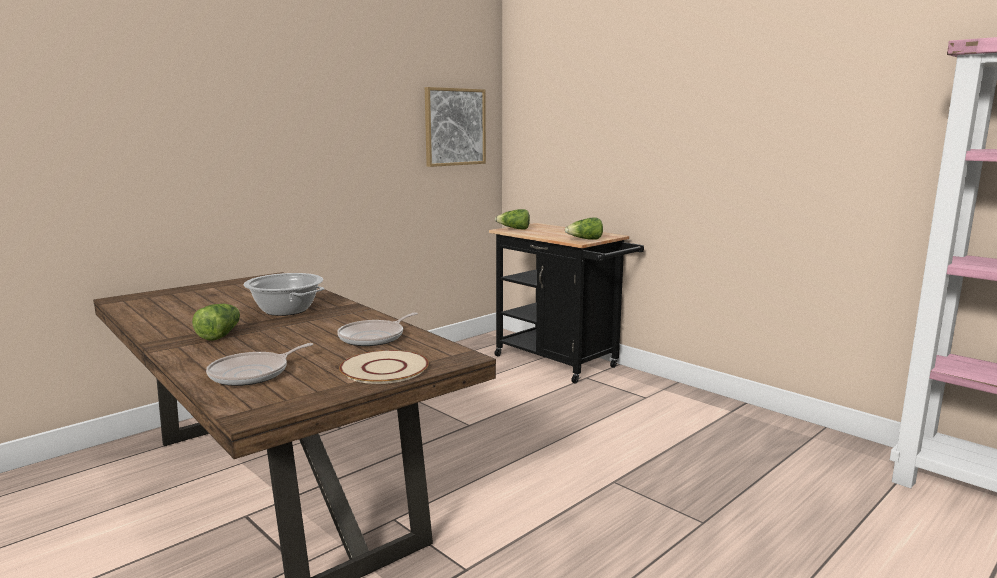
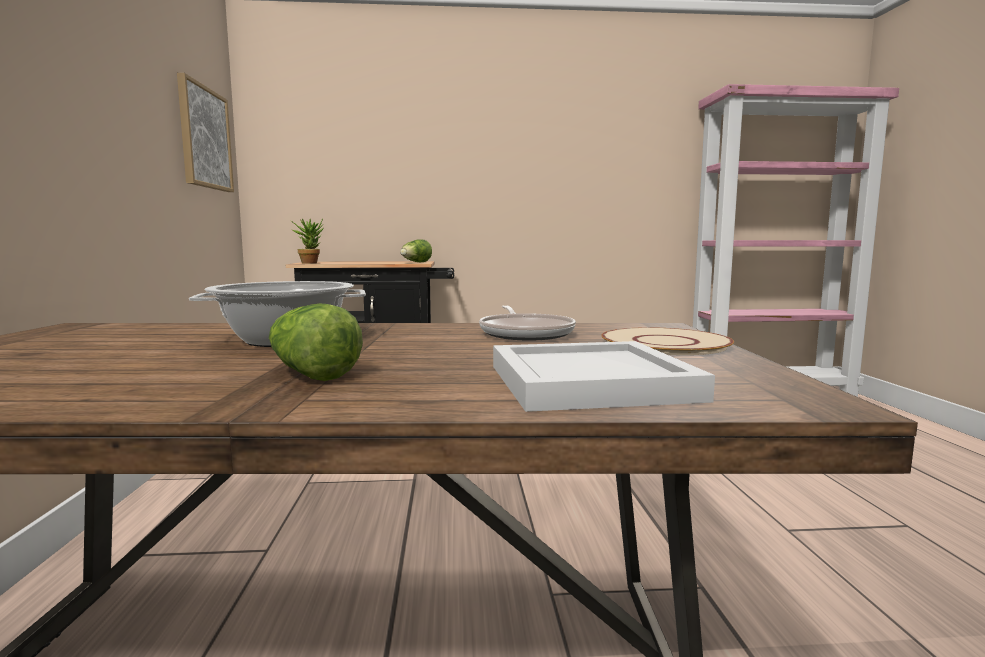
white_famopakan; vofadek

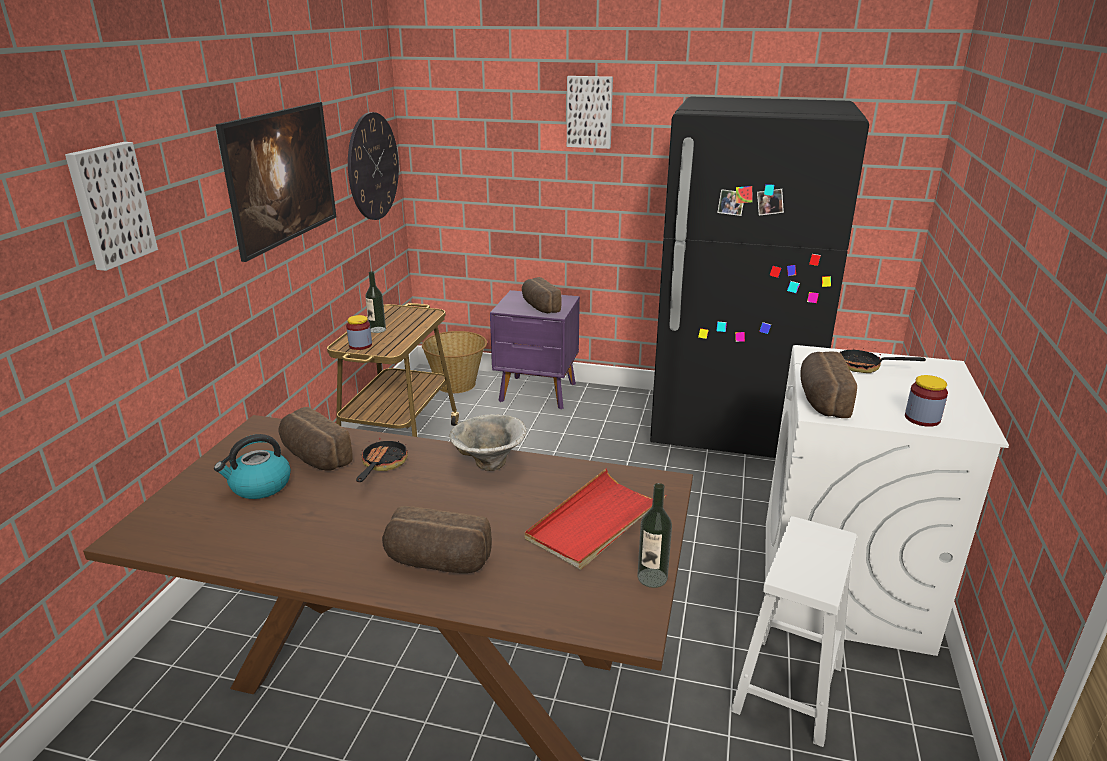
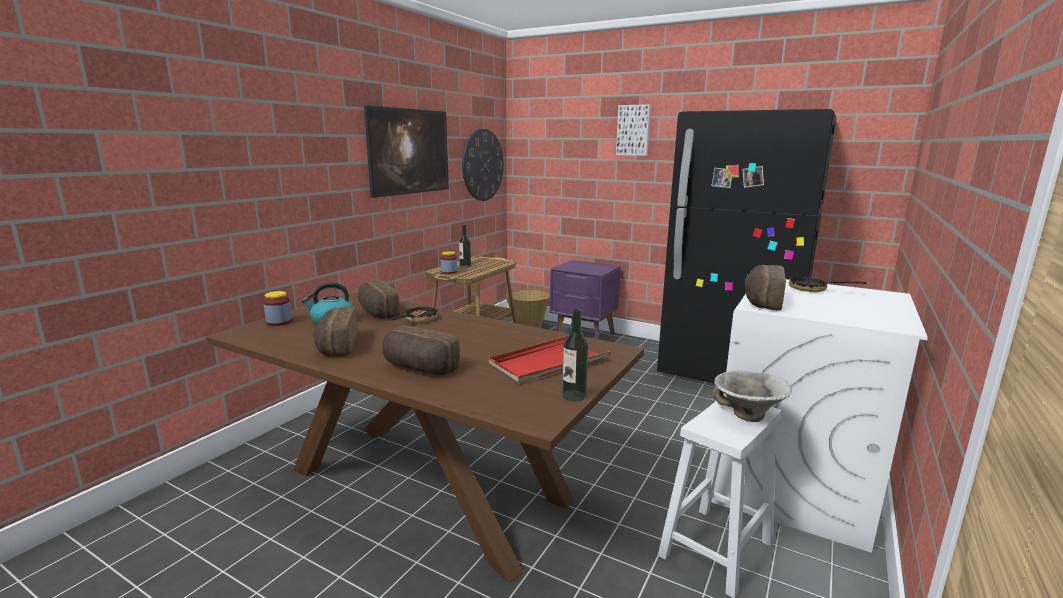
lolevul (no. 1 from left in the first image); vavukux; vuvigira (no. 1 from left); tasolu (no. 1 from left)

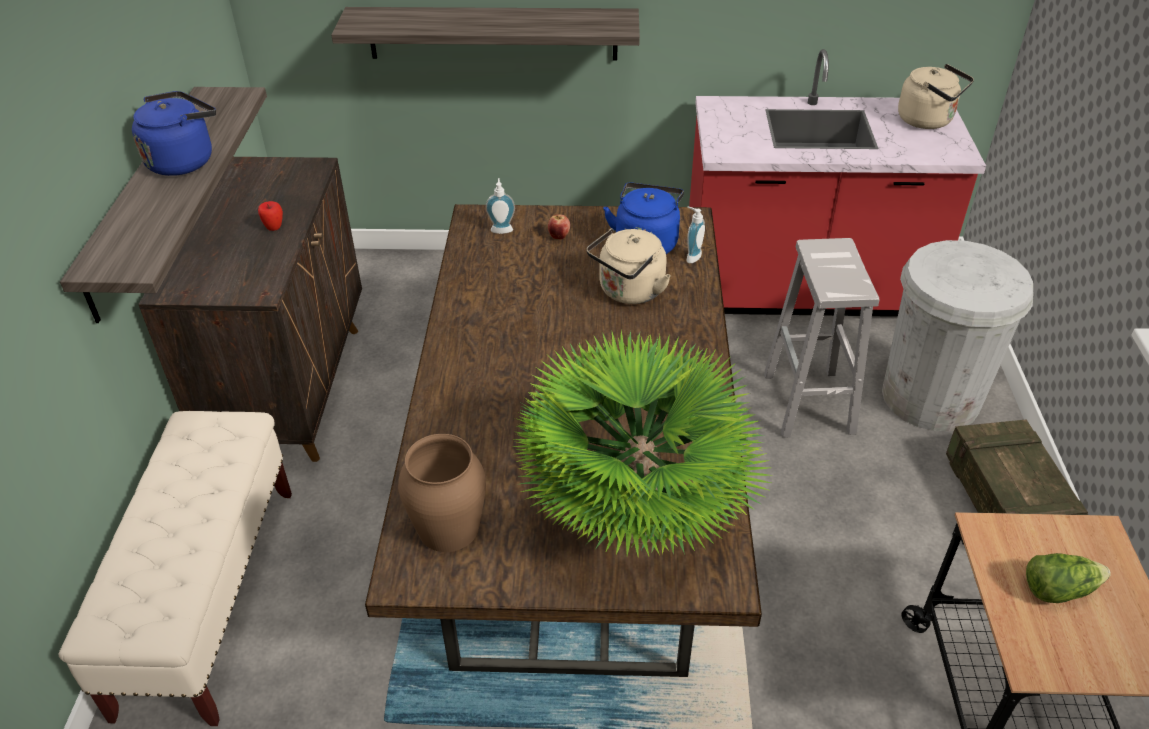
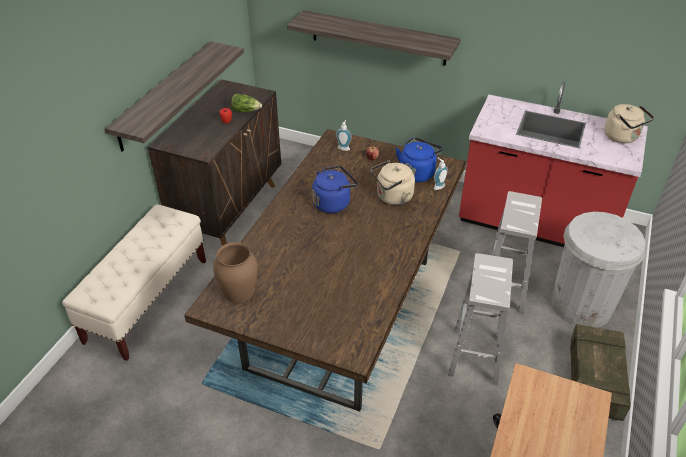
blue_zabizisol (no. 1 from left); vofadek; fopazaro; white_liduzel (no. 1 from left)

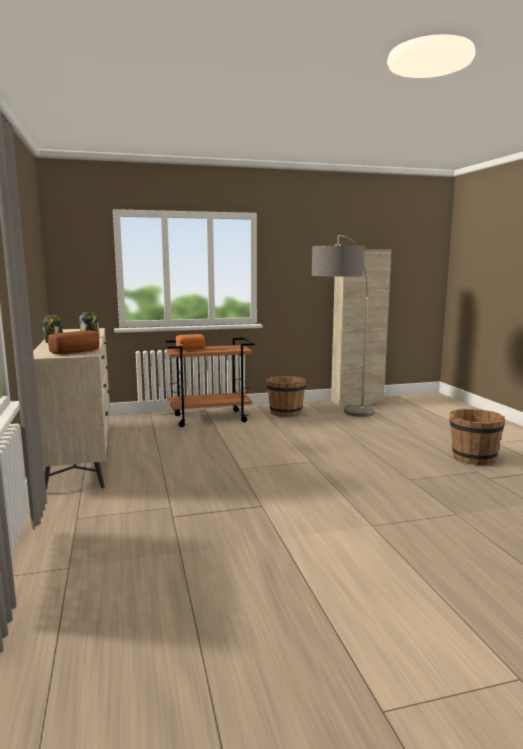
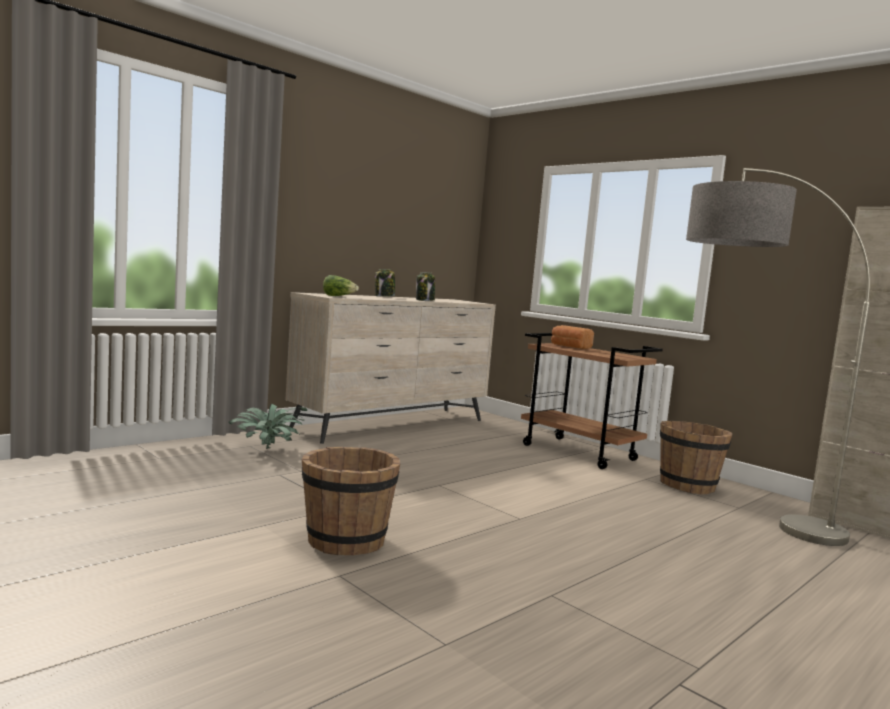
fopazaro; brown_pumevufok (no. 1 from left); vofadek

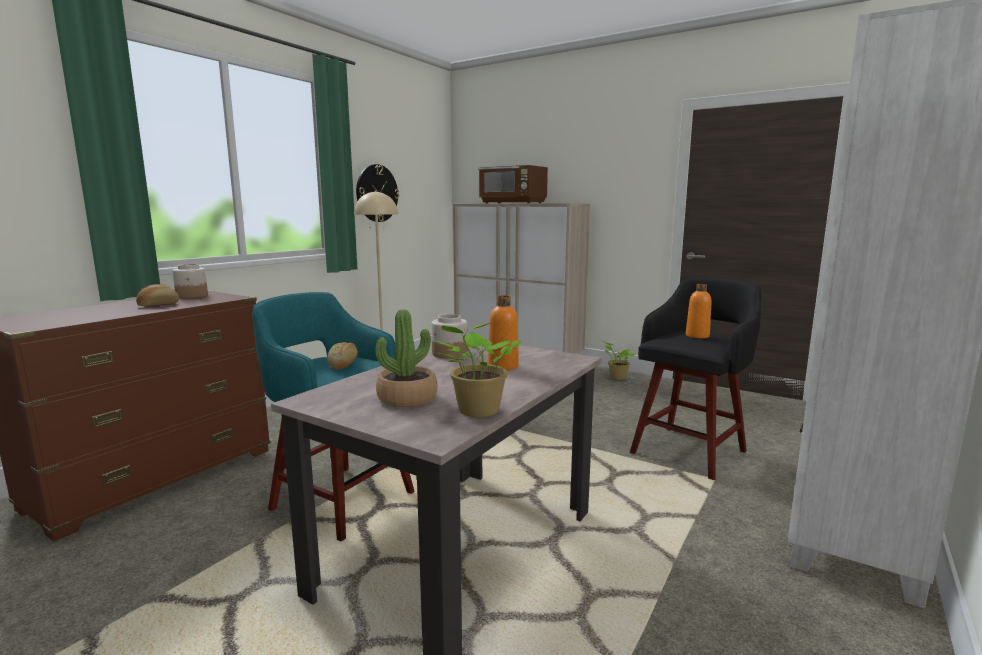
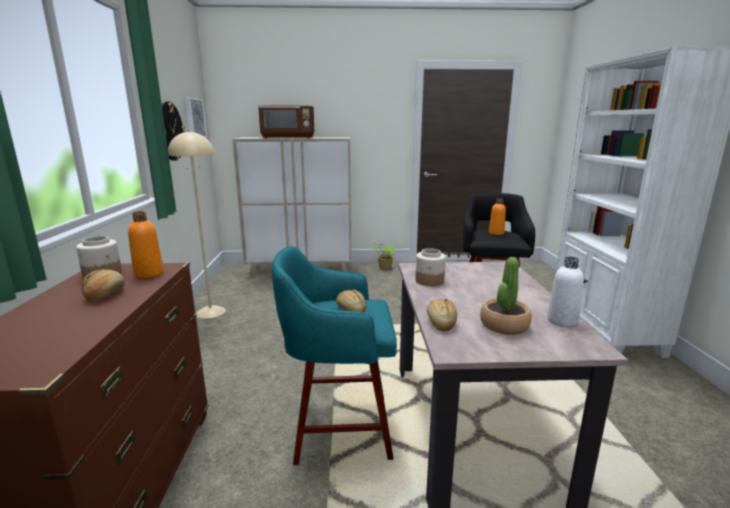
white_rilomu; orange_rilomu (no. 1 from left); lolevul; vuvigira (no. 3 from left)

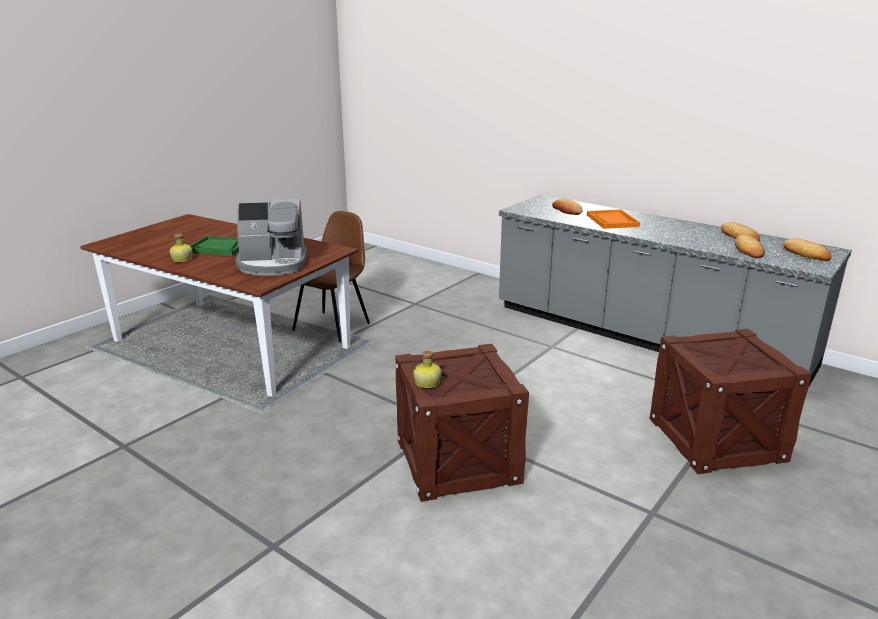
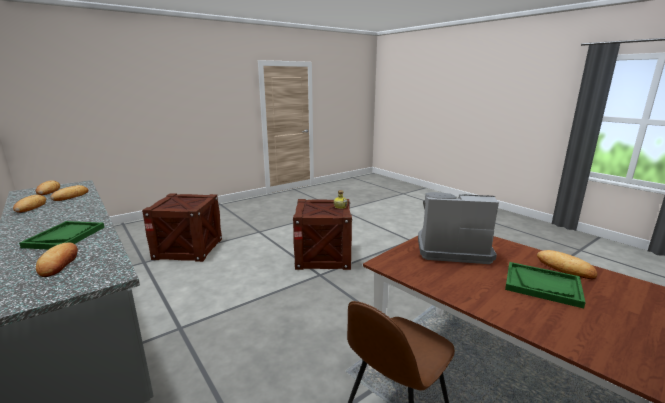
vuvigira (no. 5 from left); green_famopakan (no. 1 from left)

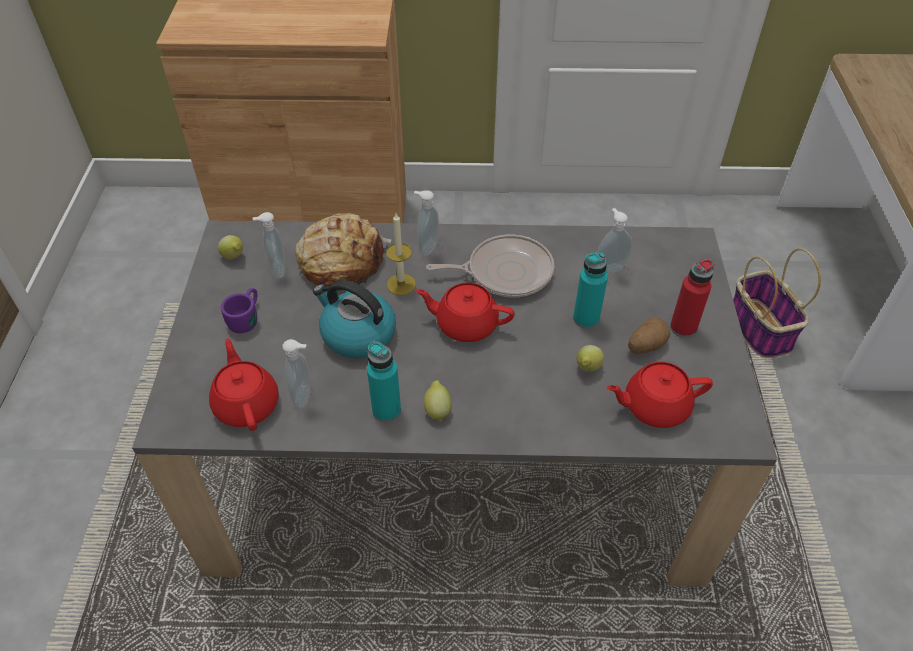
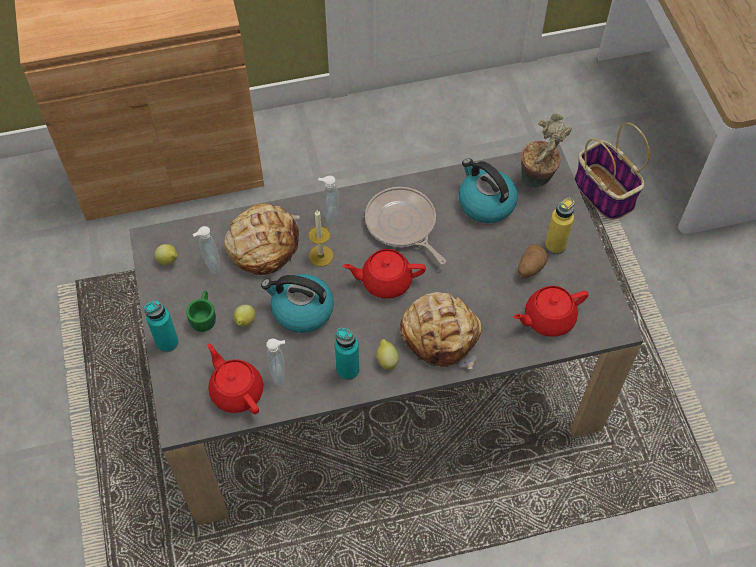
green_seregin; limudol; turquoise_rilomu (no. 1 from left); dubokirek (no. 2 from left); zabizisol (no. 2 from left); yellow_rilomu; vuvigira (no. 2 from left); vofadek

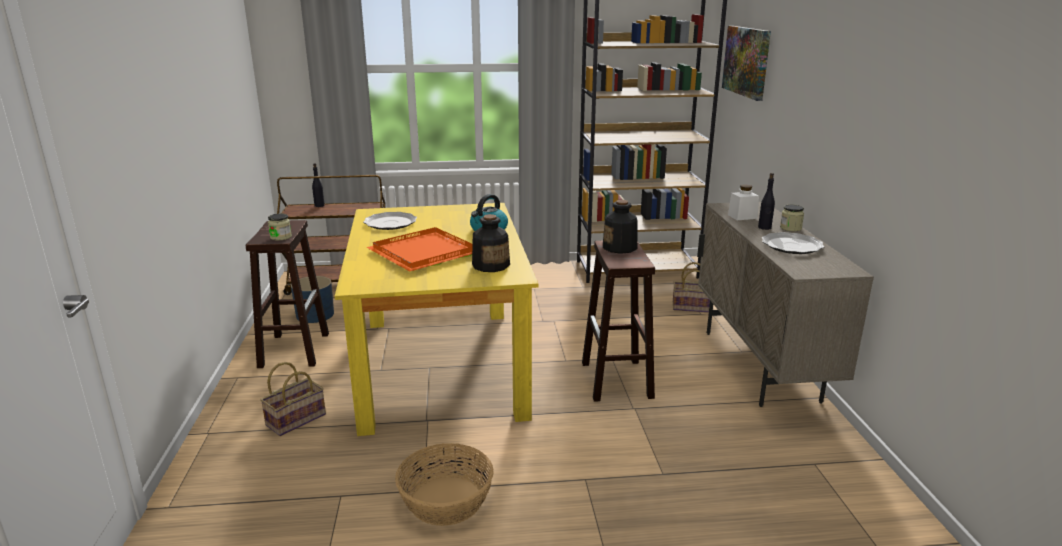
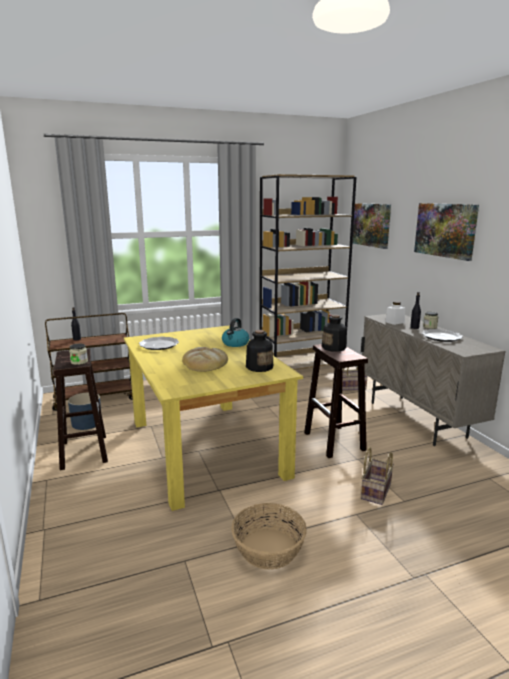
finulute (no. 3 from left); vuvigira; lolevul (no. 2 from left)

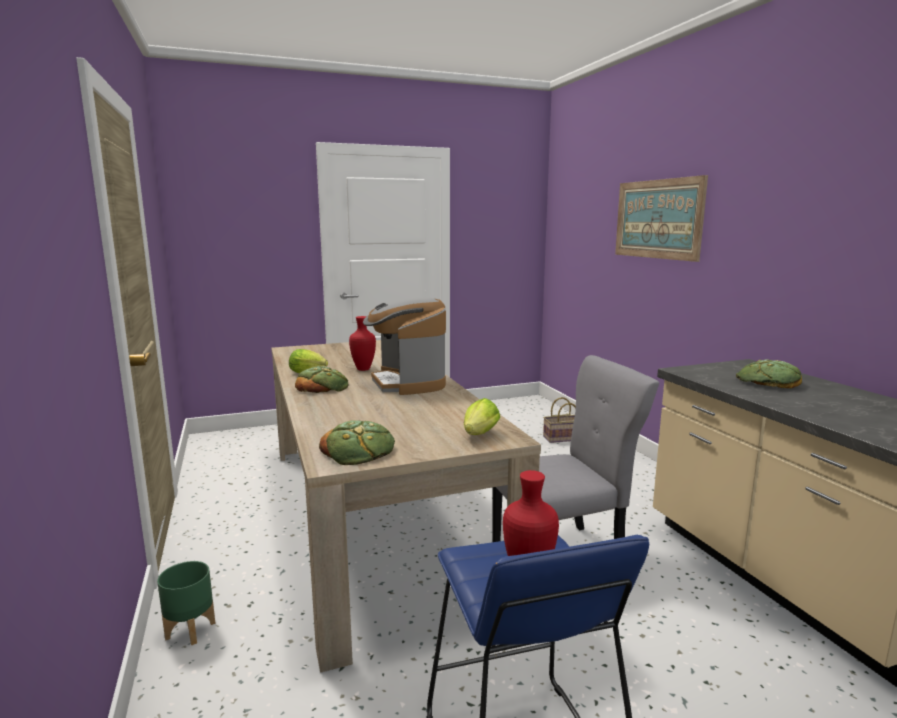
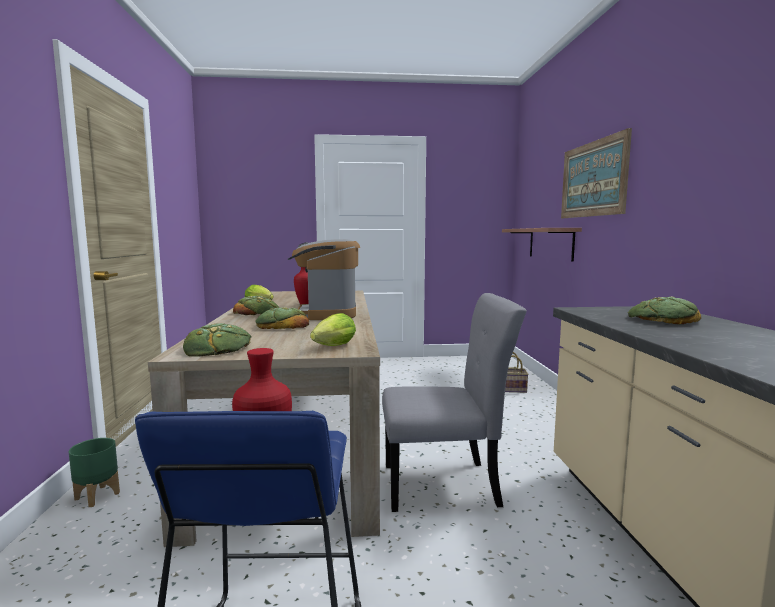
vuvigira (no. 3 from left); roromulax

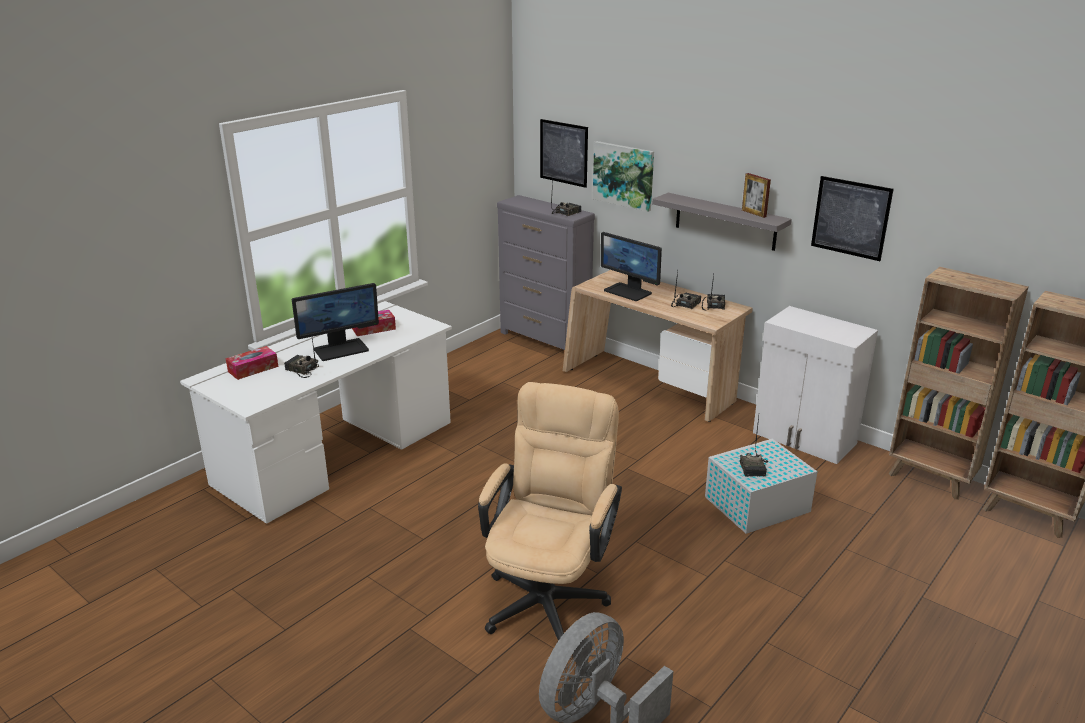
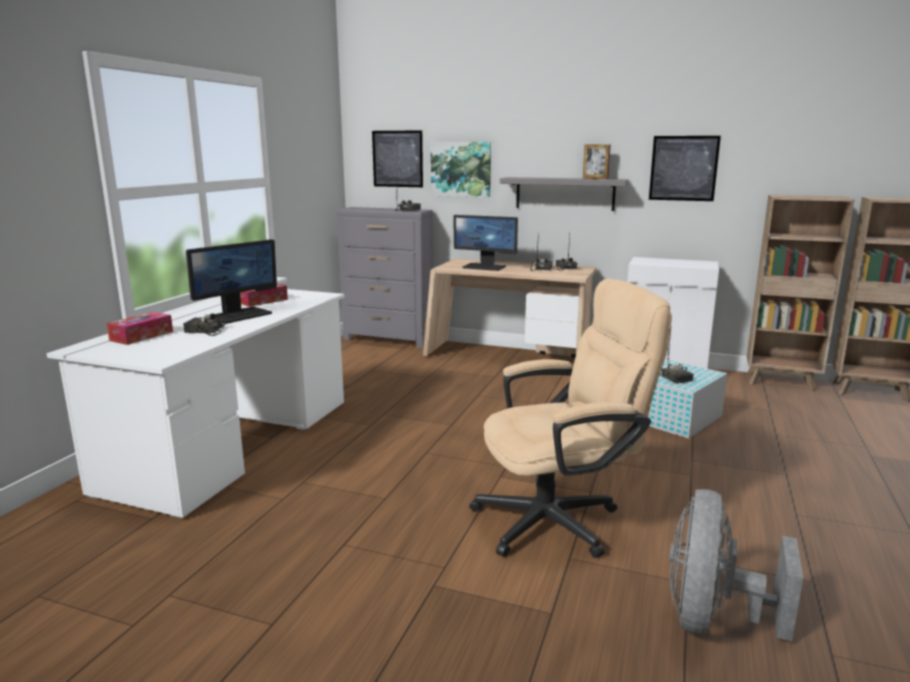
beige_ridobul

